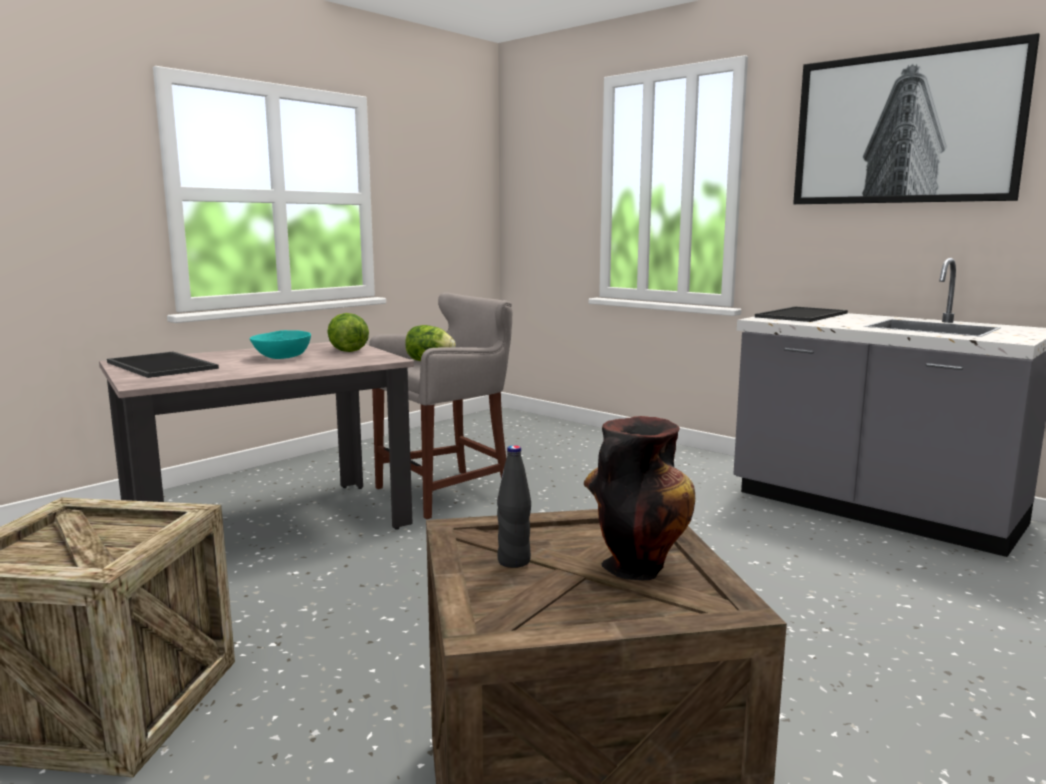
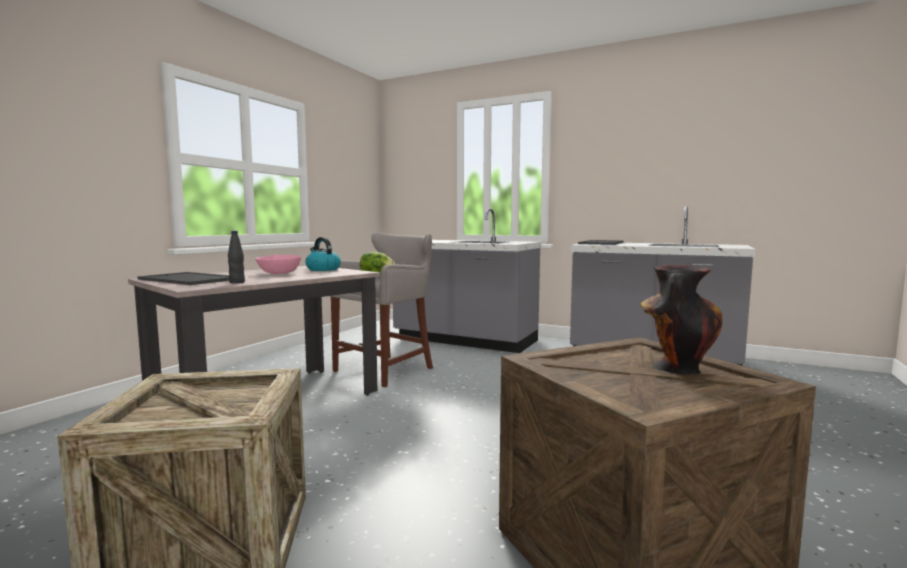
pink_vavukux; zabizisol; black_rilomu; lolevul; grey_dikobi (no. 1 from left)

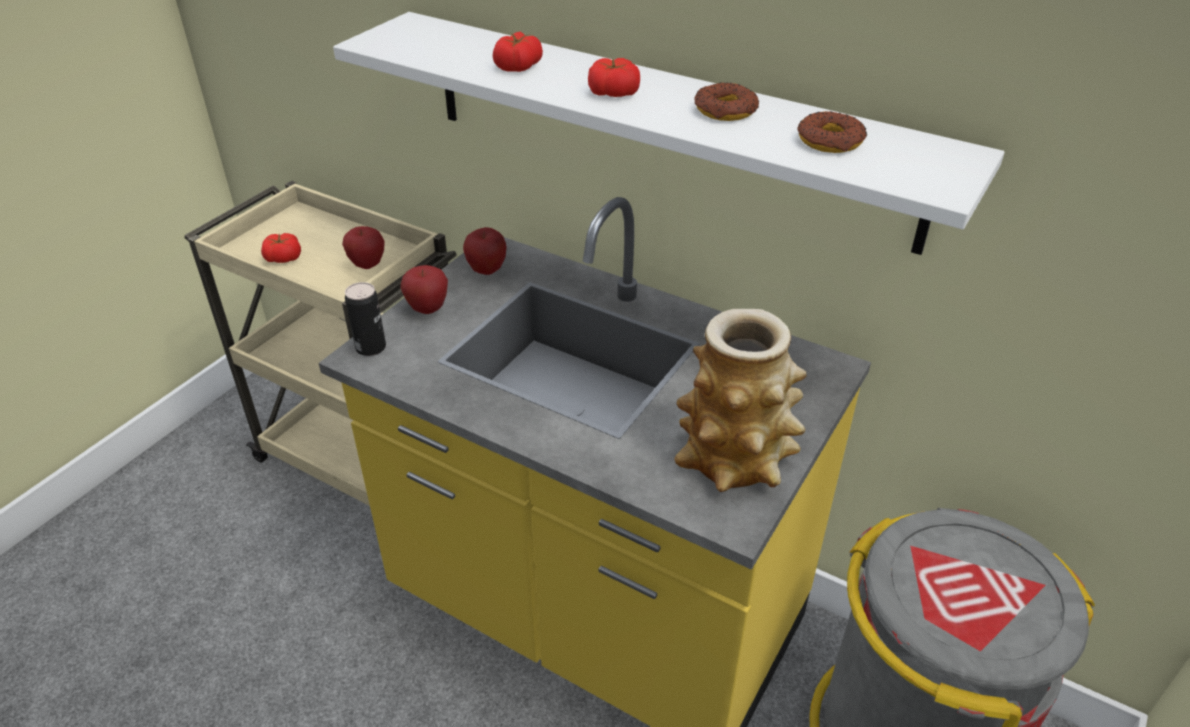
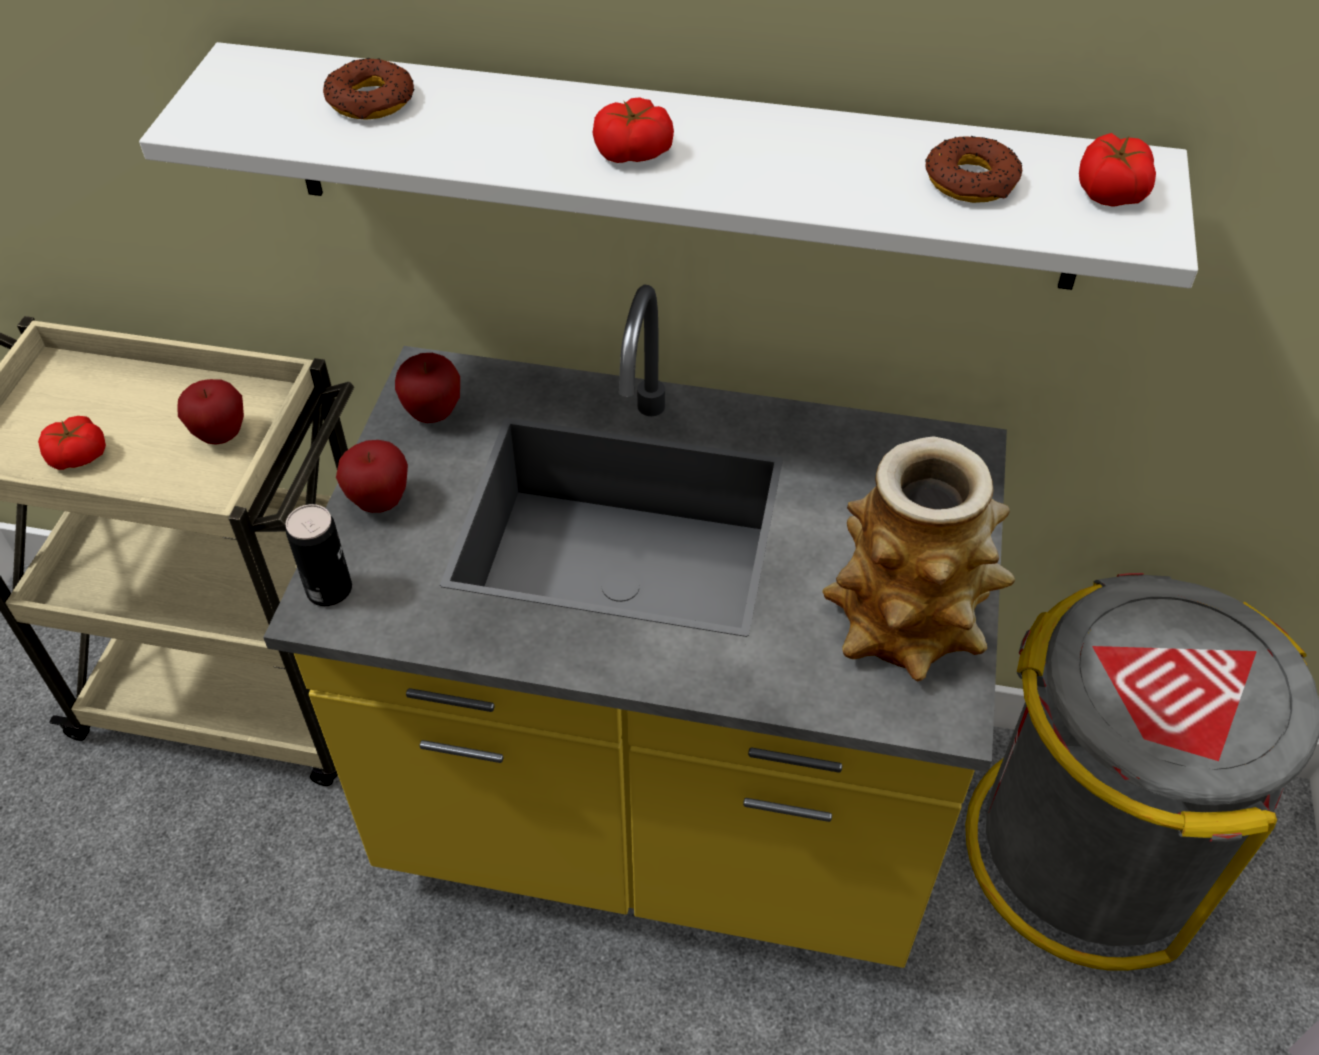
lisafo (no. 3 from left); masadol (no. 1 from left)

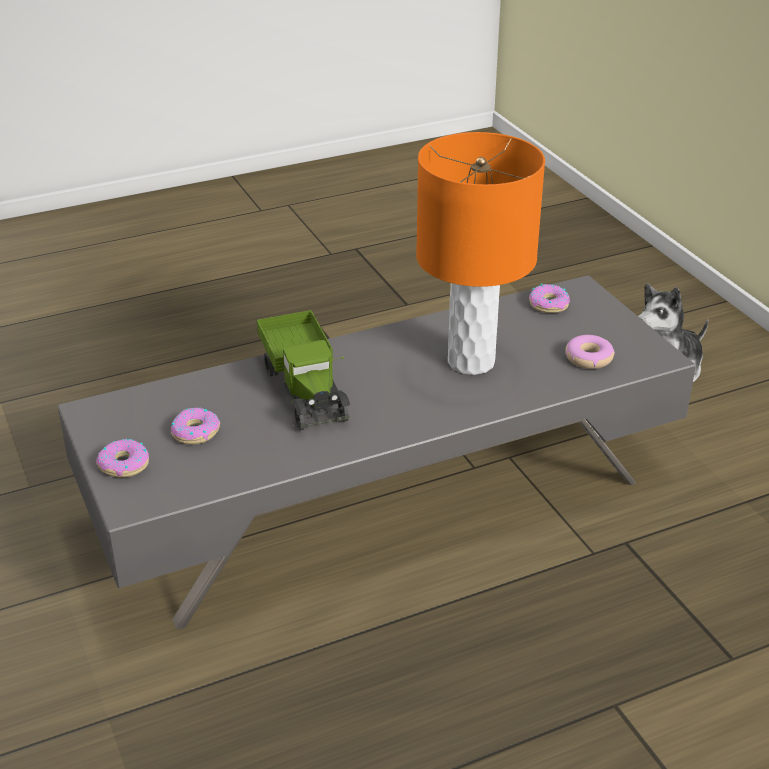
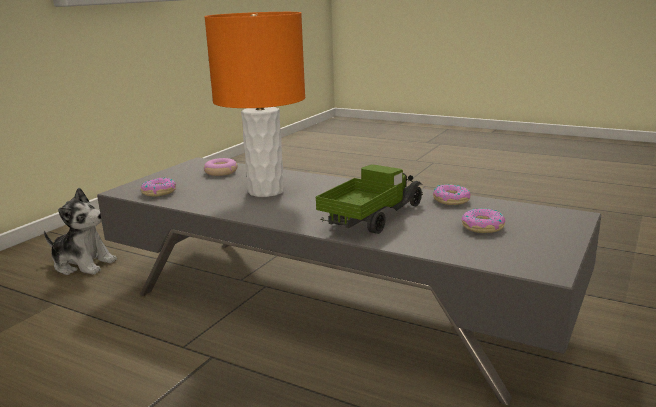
masadol (no. 3 from left)

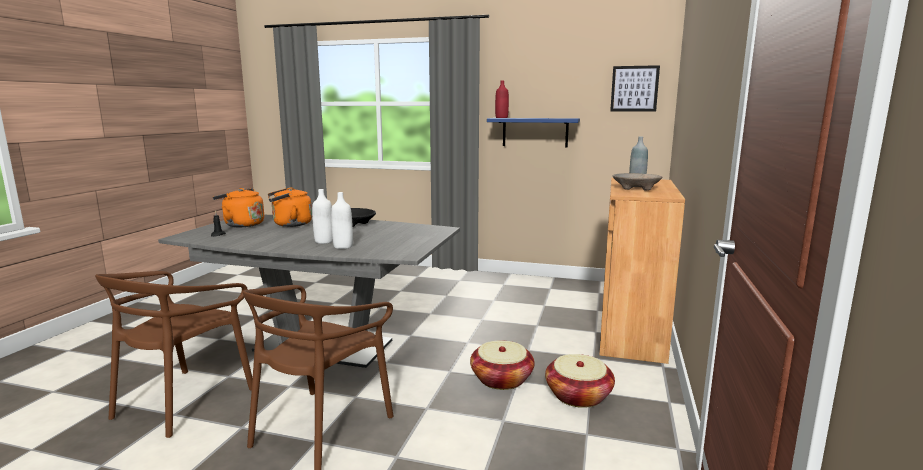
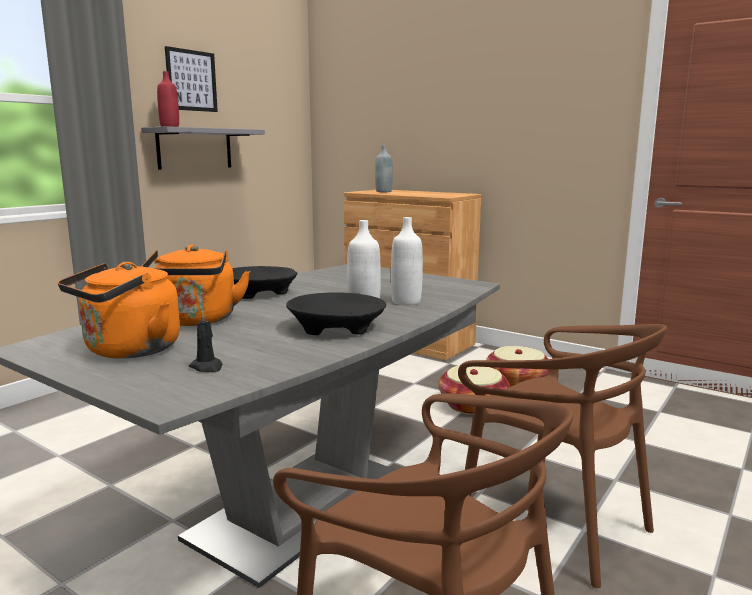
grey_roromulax; lolevul; beige_vavukux; black_vavukux (no. 2 from left)

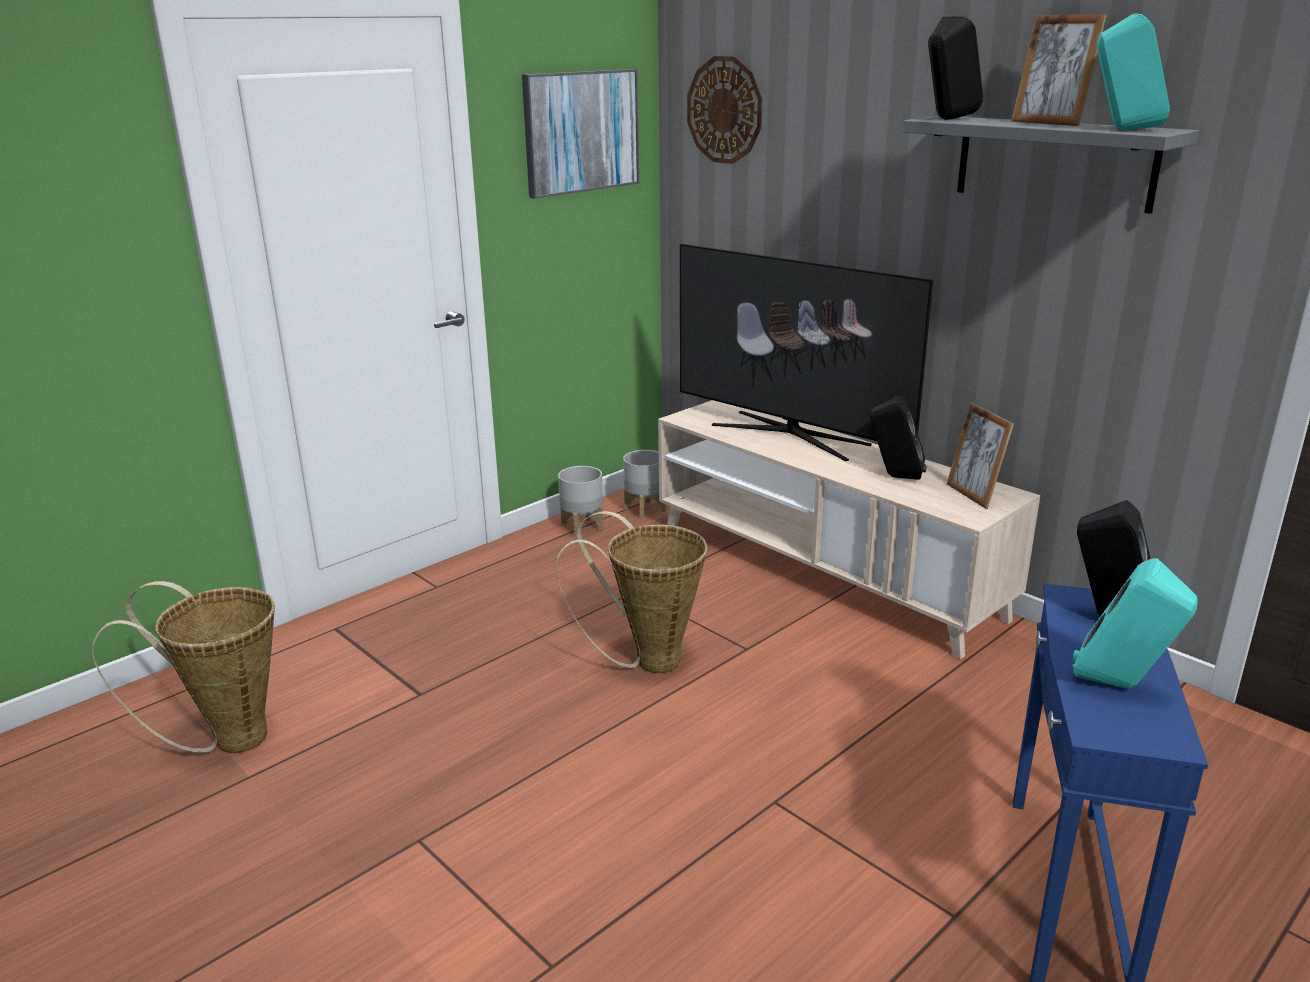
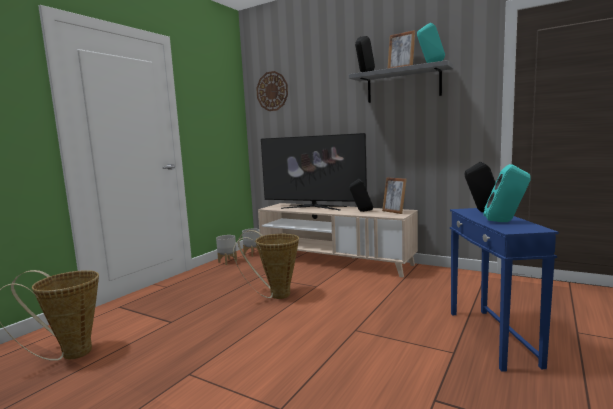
lolevul

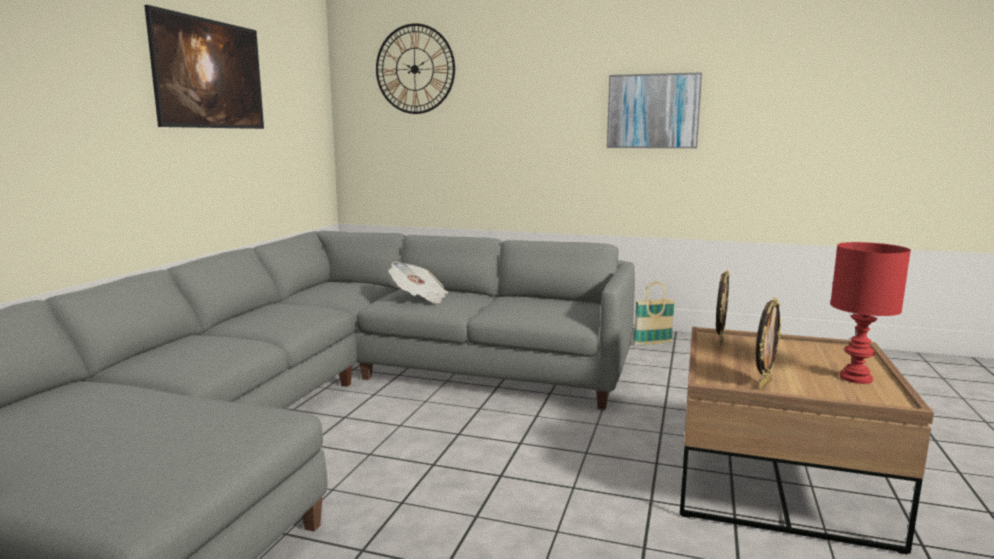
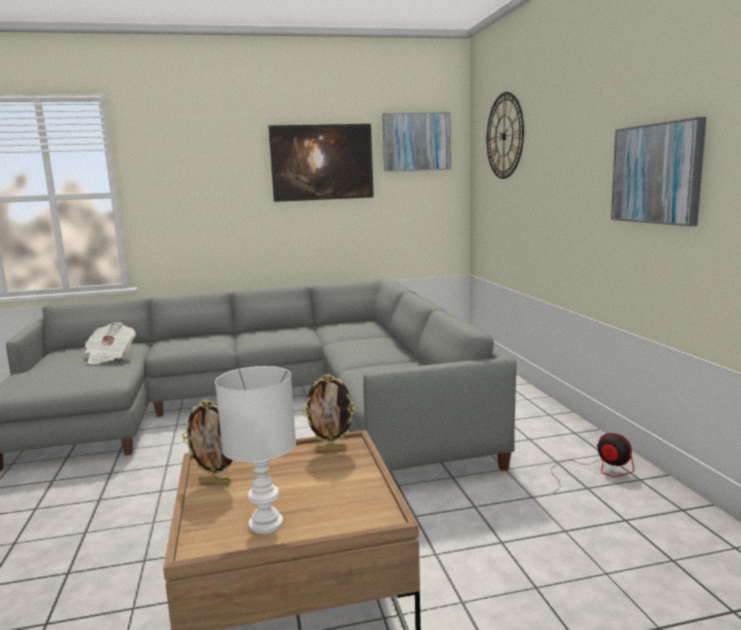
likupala; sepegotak; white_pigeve; lolevul (no. 2 from left)

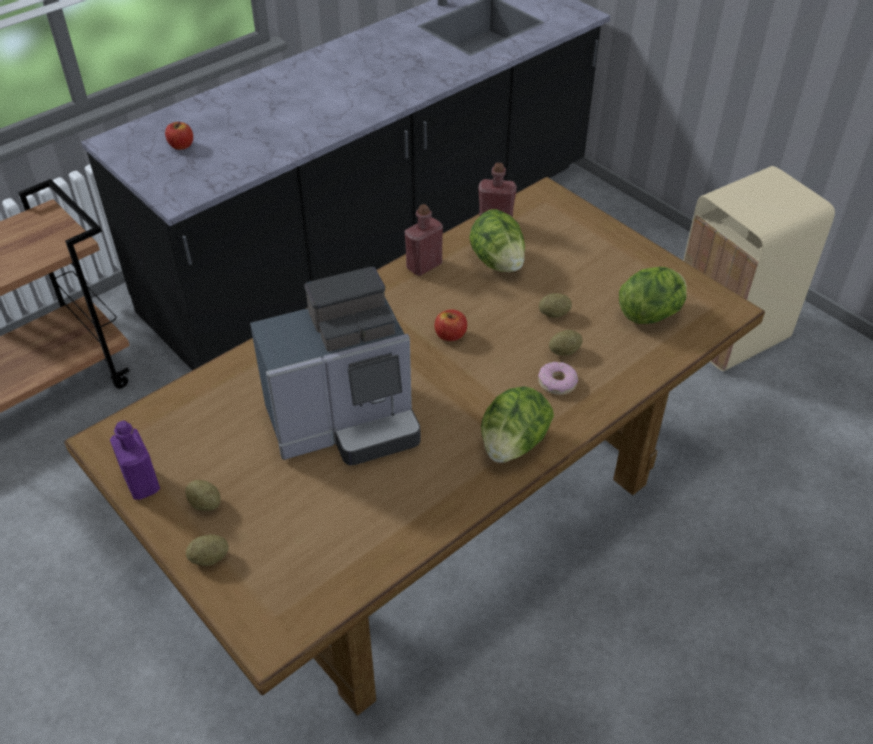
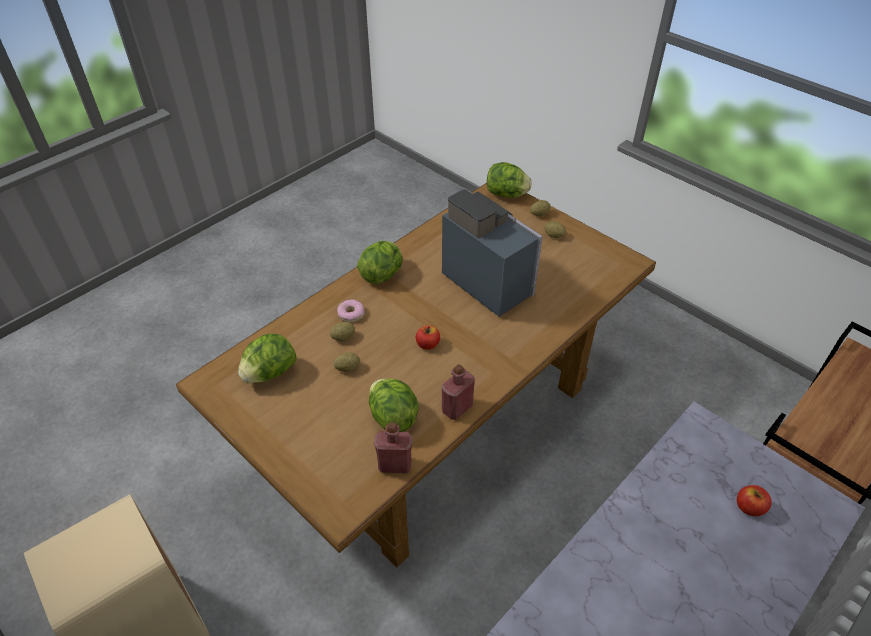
purple_rilomu; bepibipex; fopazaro (no. 4 from left)

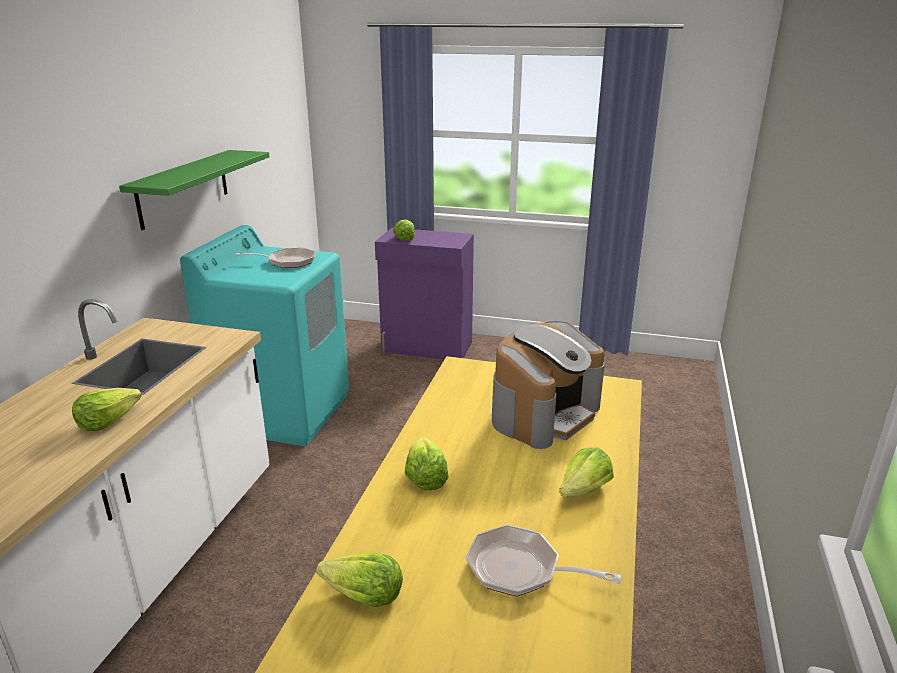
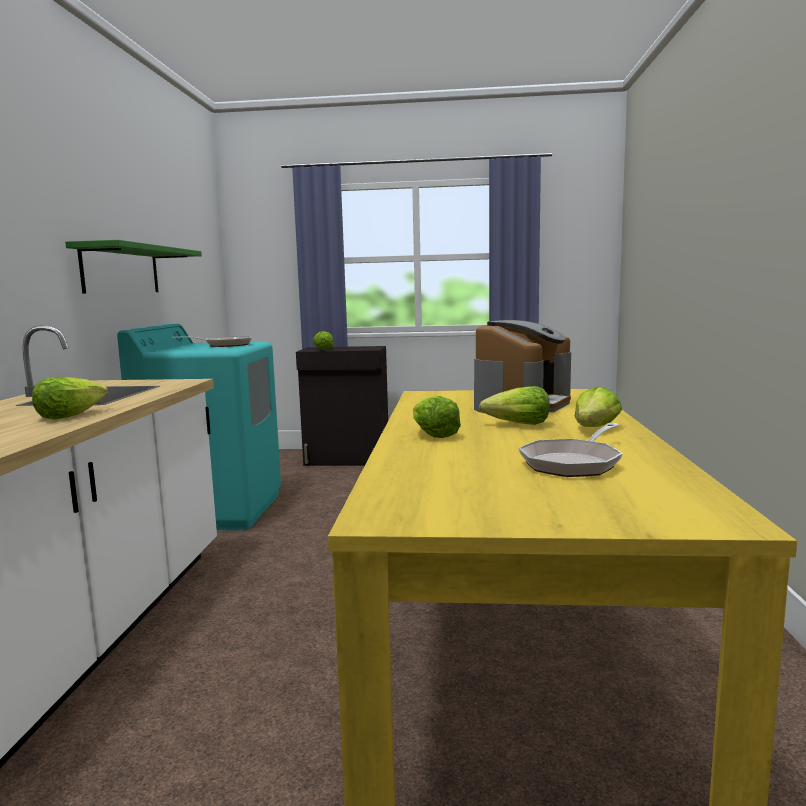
fopazaro (no. 4 from left); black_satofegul; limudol (no. 2 from left)

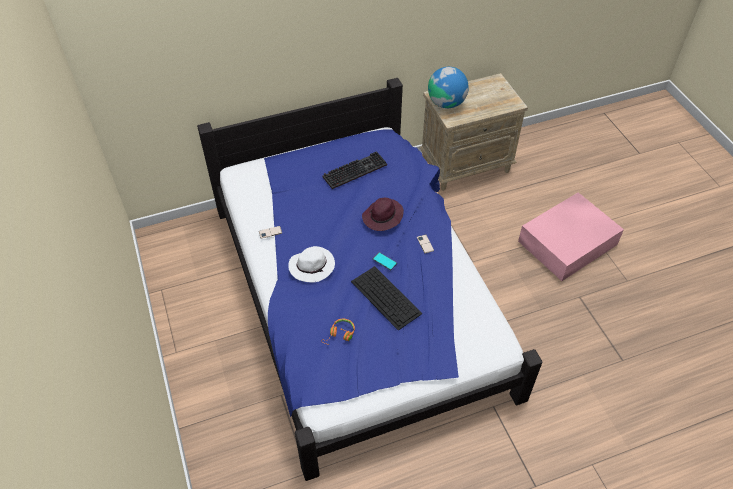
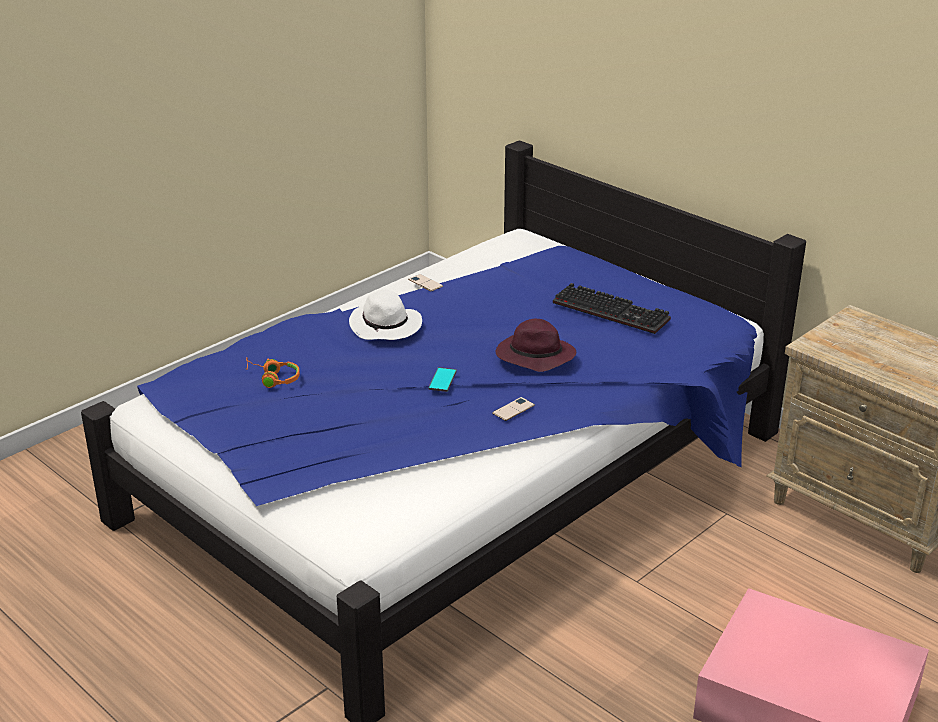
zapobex (no. 2 from left in the first image); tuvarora

